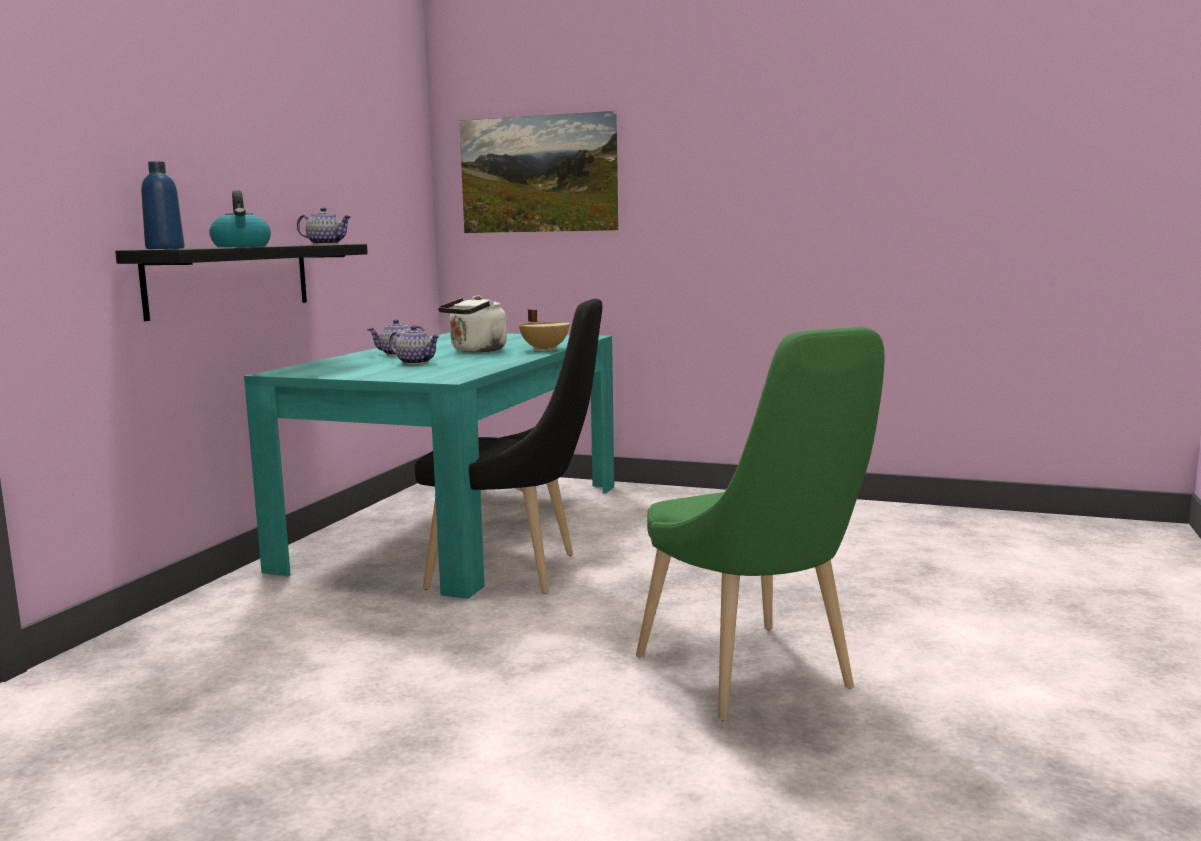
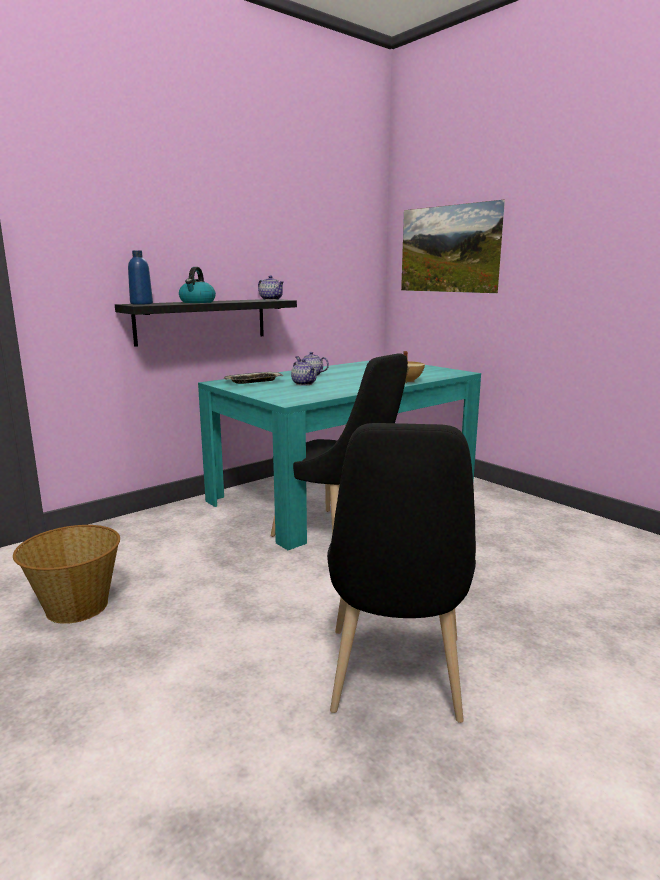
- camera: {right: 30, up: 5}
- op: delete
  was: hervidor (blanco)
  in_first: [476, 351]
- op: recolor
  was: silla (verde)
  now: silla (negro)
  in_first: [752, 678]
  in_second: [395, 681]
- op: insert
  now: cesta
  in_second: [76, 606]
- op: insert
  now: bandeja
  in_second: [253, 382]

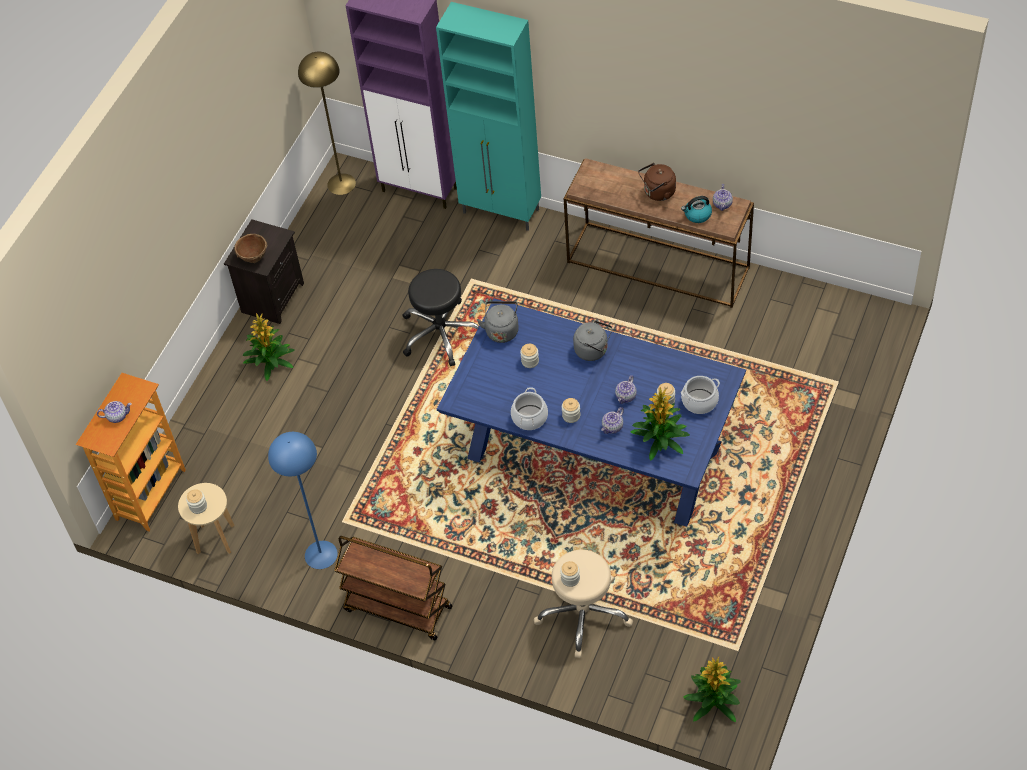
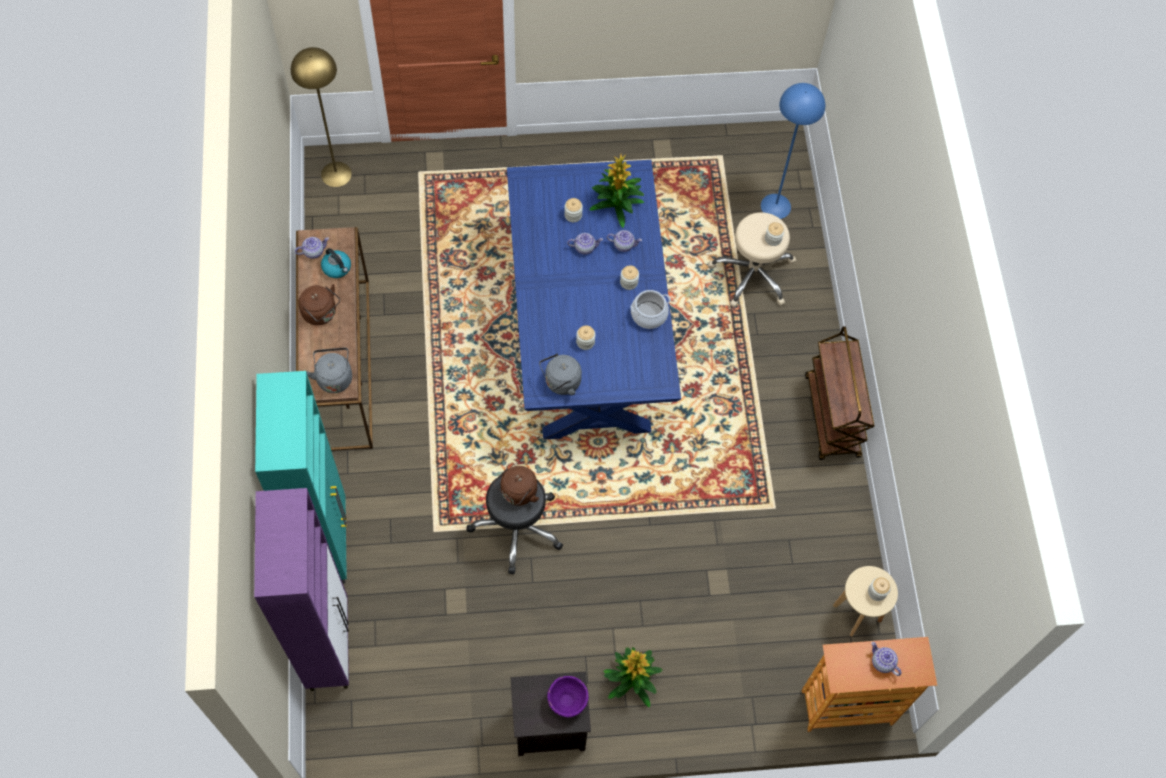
- camera: {right: -125, up: 10}
- op: recolor
  was: cuenco (marrón)
  now: cuenco (morado)
  in_first: [253, 257]
  in_second: [568, 701]
- op: move
  was: lámpara de pie (azul)
  in_first: [321, 554]
  in_second: [775, 206]
- op: move
  was: lámpara de pie (amarillo)
  in_first: [341, 184]
  in_second: [336, 174]
- op: move
  was: hervidor (gris)
  in_first: [593, 350]
  in_second: [334, 377]
- op: delete
  was: olla
  in_first: [699, 401]
- op: delete
  was: planta en maceta
  in_first: [713, 700]
- op: insert
  now: hervidor (marrón)
  in_second: [517, 493]

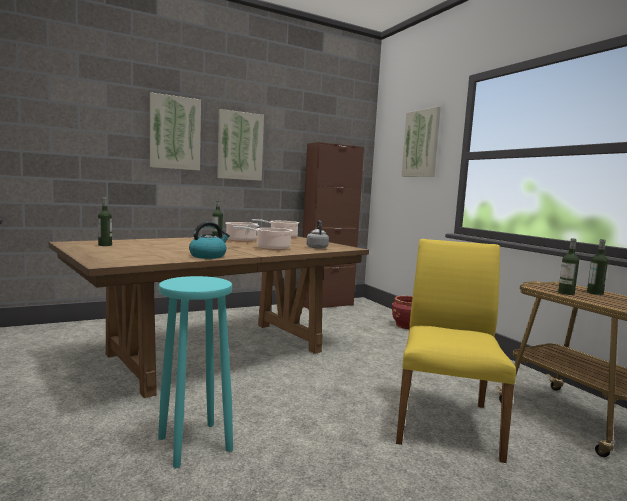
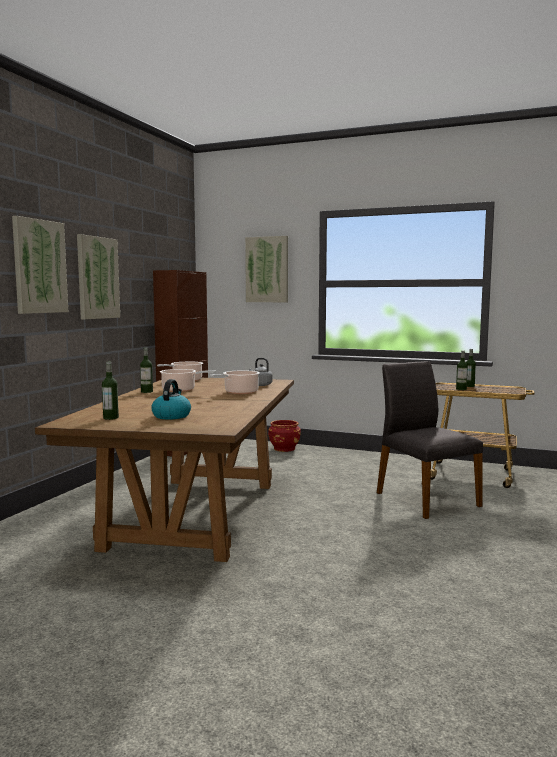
- camera: {right: -40, up: 0}
- op: delete
  was: taburete (turquesa)
  in_first: [193, 444]
- op: move
  was: hervidor
  in_first: [208, 256]
  in_second: [171, 416]
- op: recolor
  was: silla (amarillo)
  now: silla (gris)
  in_first: [445, 422]
  in_second: [425, 499]

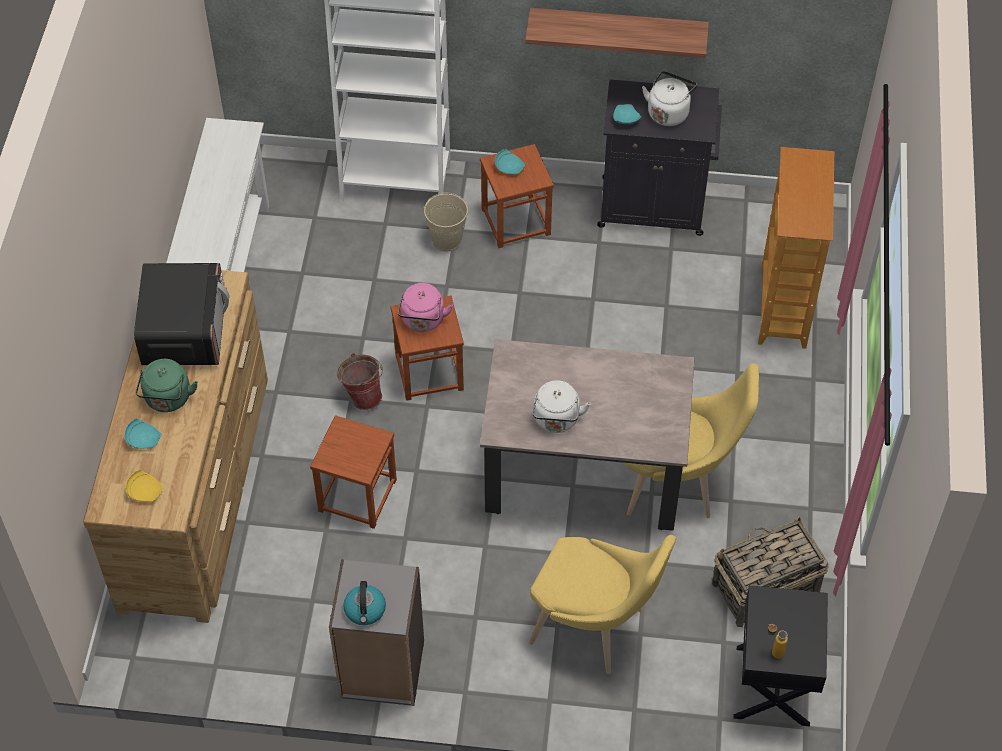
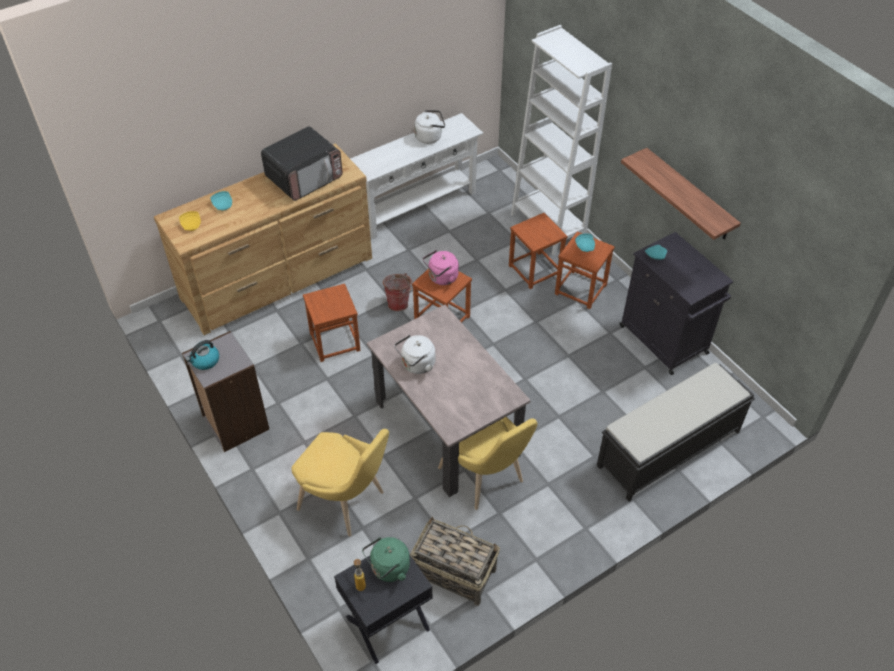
- camera: {right: 50, up: -5}
- op: move
  was: hervidor (verde)
  in_first: [168, 400]
  in_second: [388, 569]
- op: replace
  was: cubo (beis)
  now: taburete (marrón)
  in_first: [447, 240]
  in_second: [535, 270]
- op: rotate
  was: silla (amarillo)
  in_first: [594, 628]
  in_second: [346, 502]
  clockwise: -45
- op: move
  was: hervidor (blanco)
  in_first: [668, 112]
  in_second: [430, 137]
- op: replace
  was: estantería
  now: banco (negro)
  in_first: [784, 308]
  in_second: [667, 449]

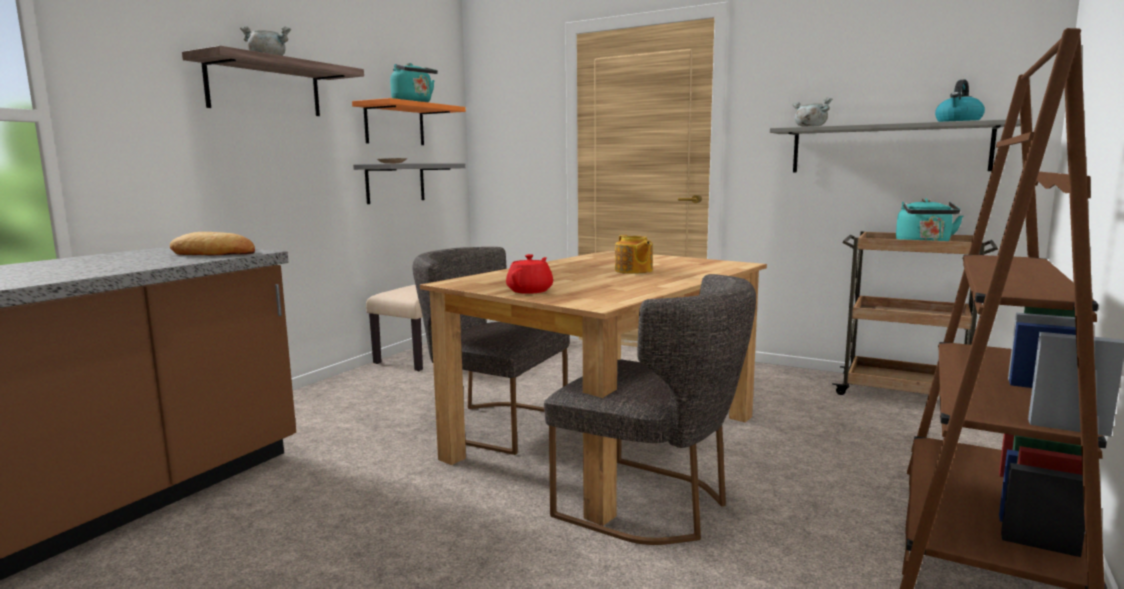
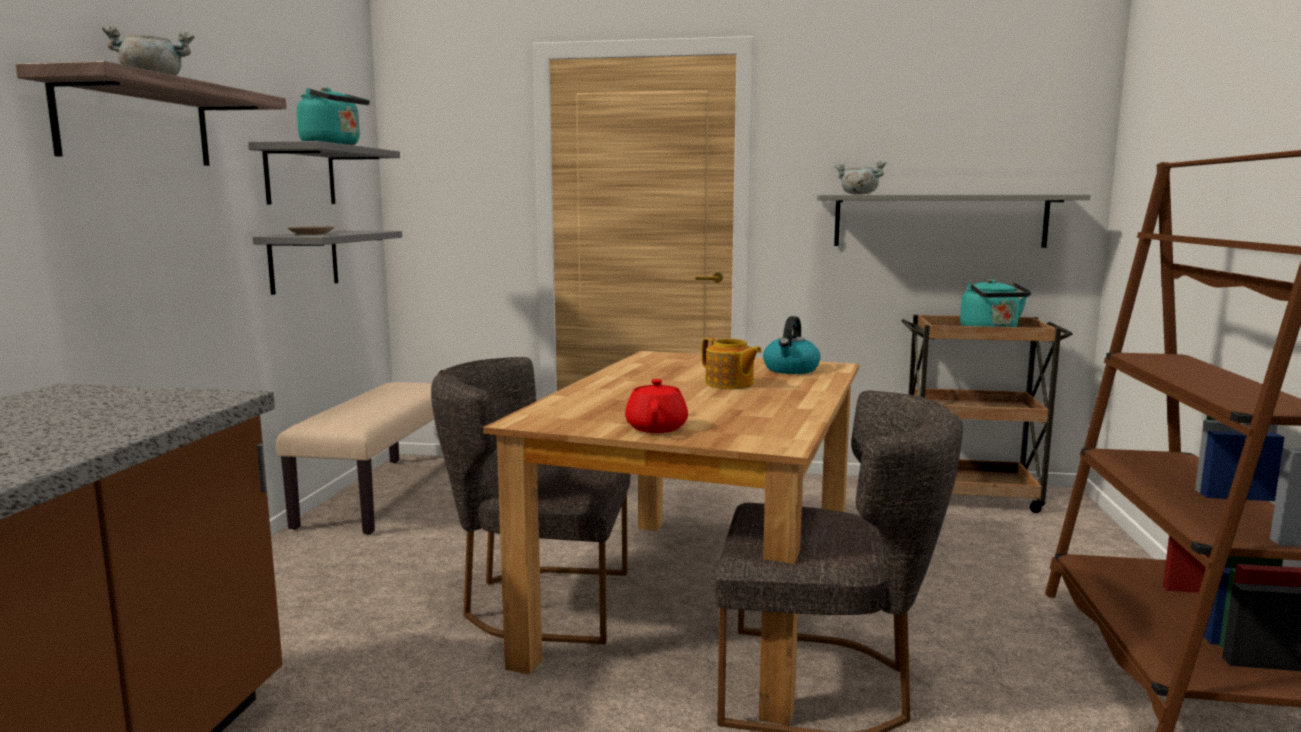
- camera: {right: -20, up: 0}
- op: delete
  was: pan
  in_first: [213, 253]
- op: recolor
  was: estante (naranja)
  now: estante (gris)
  in_first: [394, 124]
  in_second: [300, 175]
- op: move
  was: hervidor
  in_first: [958, 121]
  in_second: [791, 370]

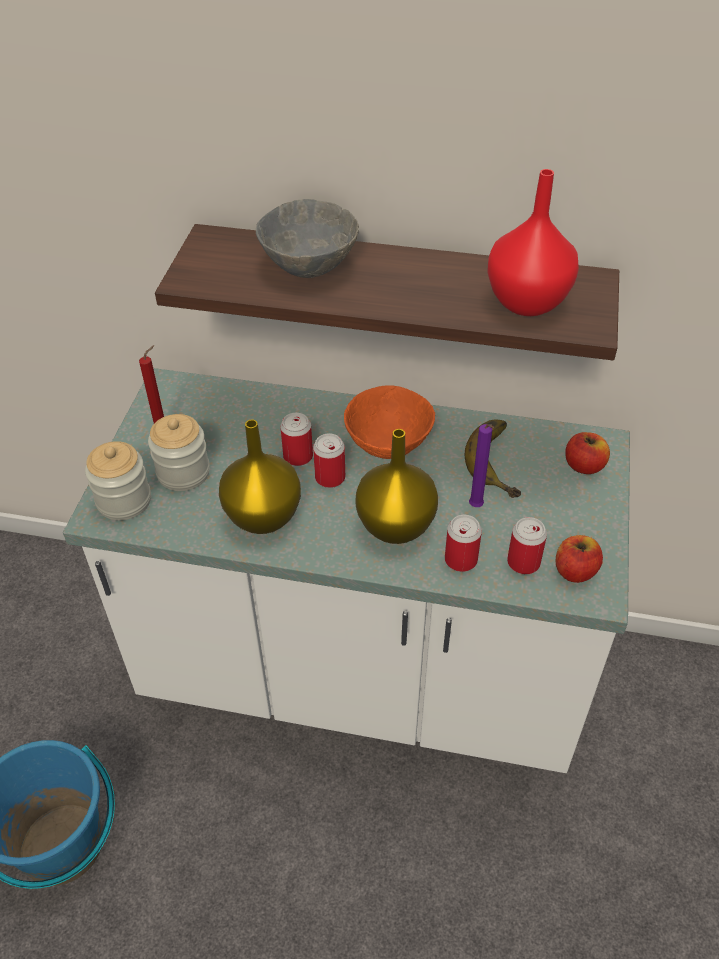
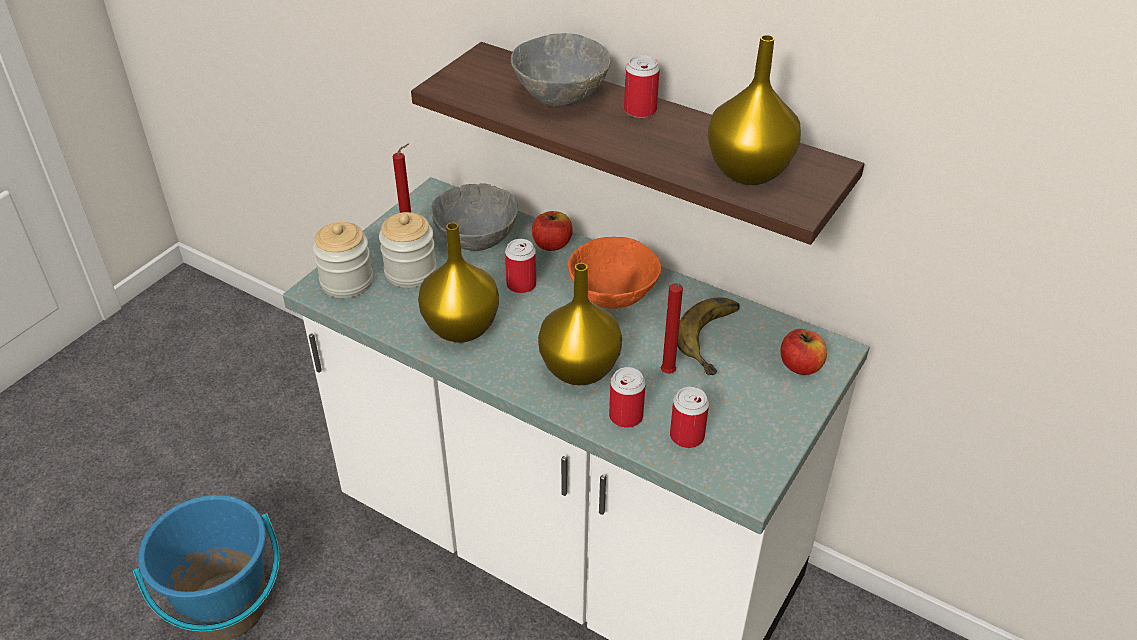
- camera: {right: 20, up: -5}
- op: move
  was: lata
  in_first: [330, 477]
  in_second: [640, 110]
- op: recolor
  was: vela (morado)
  now: vela (rojo)
  in_first: [476, 507]
  in_second: [668, 374]
- op: recolor
  was: florero (rojo)
  now: florero (amarillo)
  in_first: [525, 301]
  in_second: [747, 170]
- op: move
  was: manzana
  in_first: [575, 571]
  in_second: [552, 244]
- op: insert
  now: cuenco (gris)
  in_second: [476, 239]

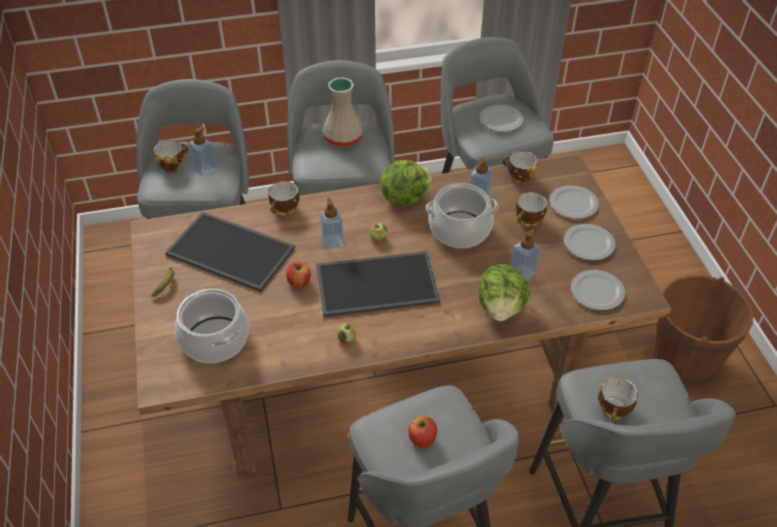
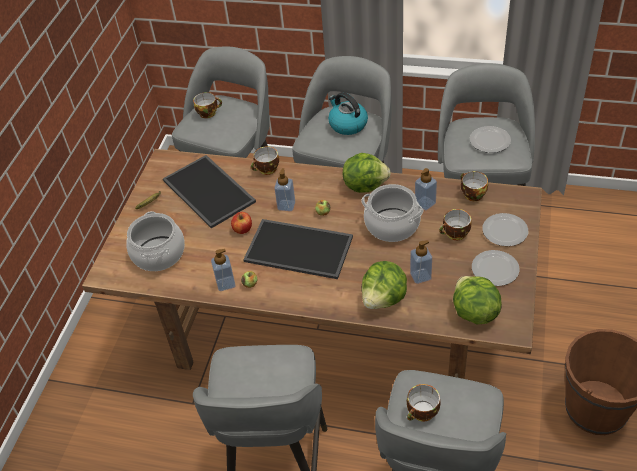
- camera: {right: 30, up: 0}
- op: move
  was: dispensador de jabón
  in_first: [205, 169]
  in_second: [225, 284]
- op: replace
  was: florero (beis)
  now: hervidor
  in_first: [344, 139]
  in_second: [347, 124]
- op: delete
  was: manzana
  in_first: [422, 438]
- op: replace
  was: plato
  now: lechuga
  in_first: [597, 292]
  in_second: [474, 312]

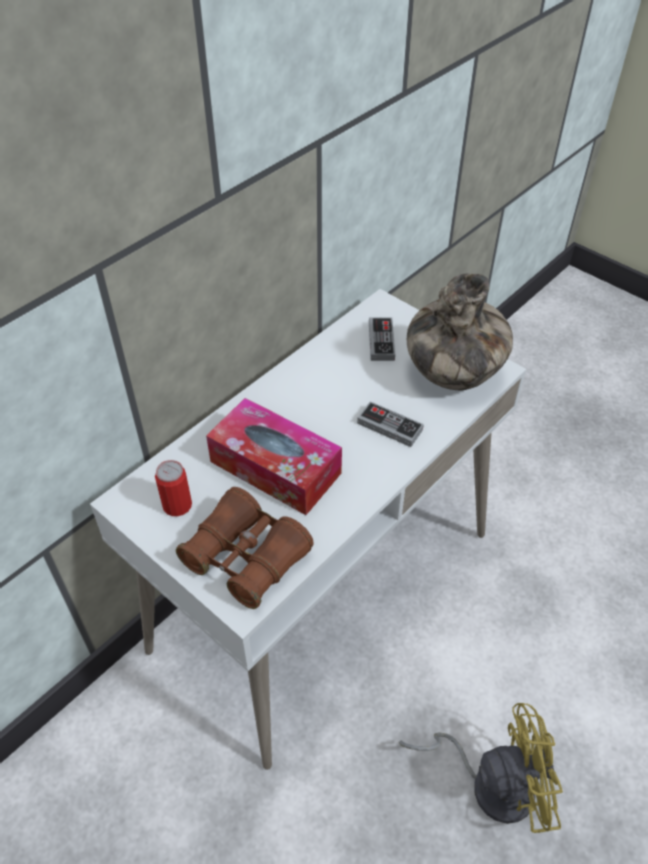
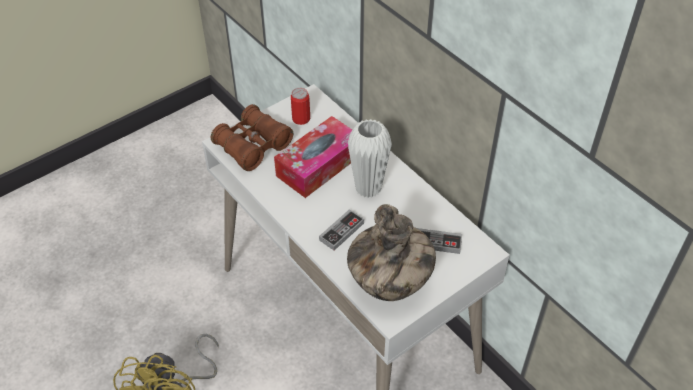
- camera: {right: 100, up: 0}
- op: insert
  now: florero (blanco)
  in_second: [368, 188]

